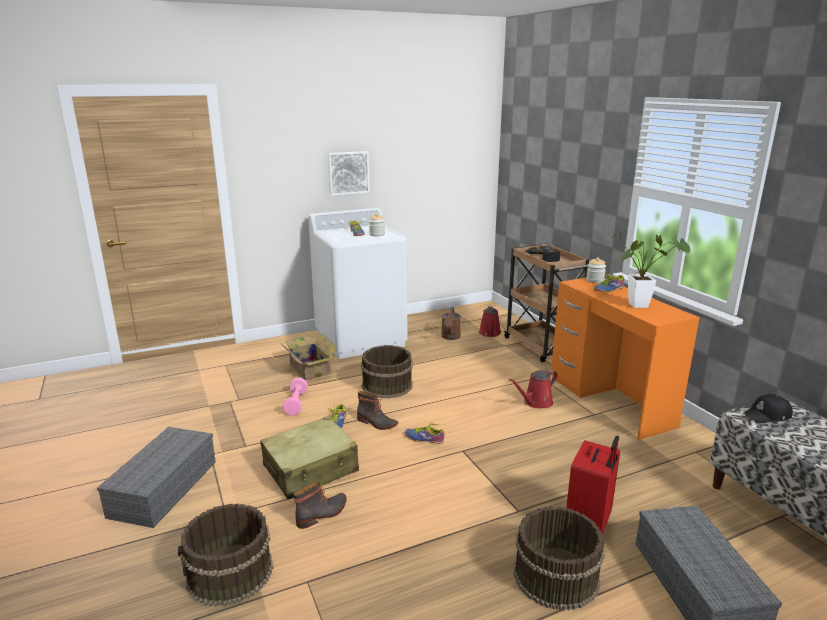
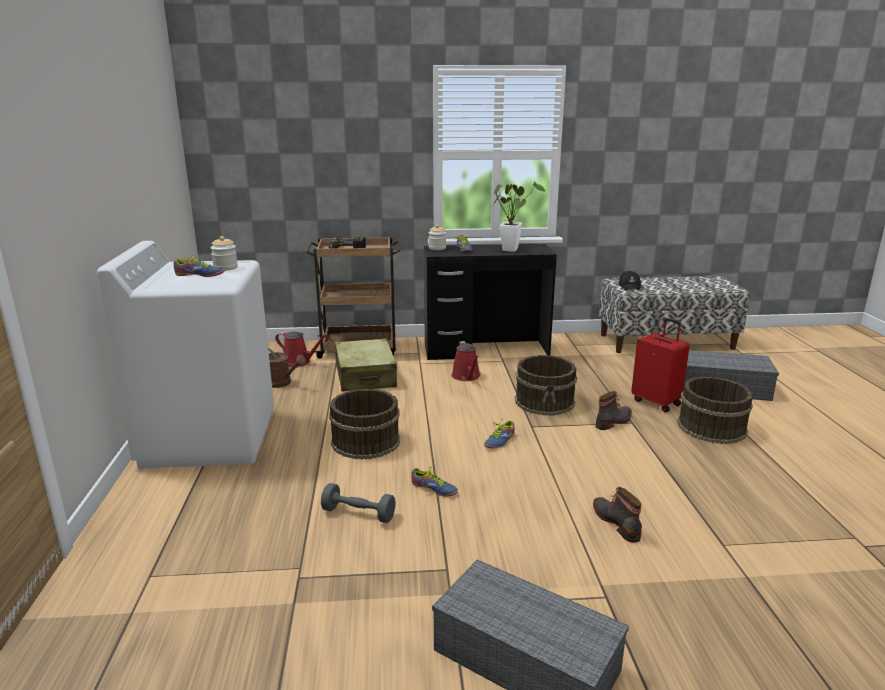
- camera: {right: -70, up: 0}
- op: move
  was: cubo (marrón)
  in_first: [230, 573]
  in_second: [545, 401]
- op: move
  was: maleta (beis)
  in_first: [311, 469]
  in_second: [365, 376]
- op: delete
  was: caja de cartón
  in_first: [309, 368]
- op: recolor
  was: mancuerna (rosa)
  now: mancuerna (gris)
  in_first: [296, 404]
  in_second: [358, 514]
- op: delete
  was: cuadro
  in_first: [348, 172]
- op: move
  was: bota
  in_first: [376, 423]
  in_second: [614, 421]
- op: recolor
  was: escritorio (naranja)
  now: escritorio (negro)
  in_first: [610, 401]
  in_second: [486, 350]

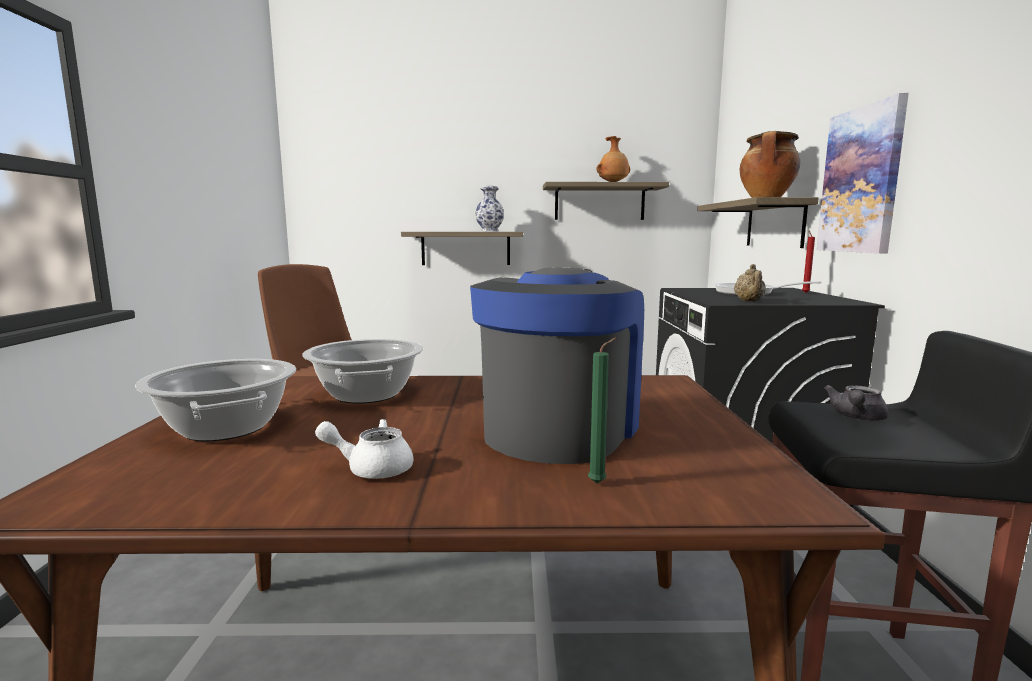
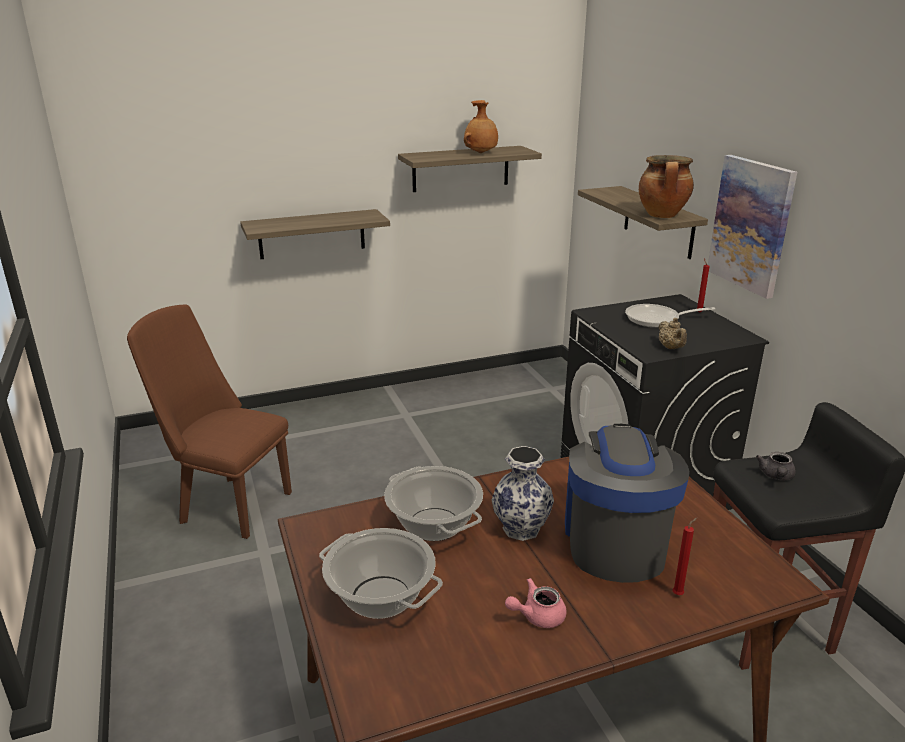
- camera: {right: -20, up: 15}
- op: recolor
  was: tetera (blanco)
  now: tetera (rosa)
  in_first: [371, 468]
  in_second: [537, 616]
- op: move
  was: florero
  in_first: [490, 231]
  in_second: [522, 528]
- op: recolor
  was: vela (verde)
  now: vela (rojo)
  in_first: [600, 483]
  in_second: [679, 594]

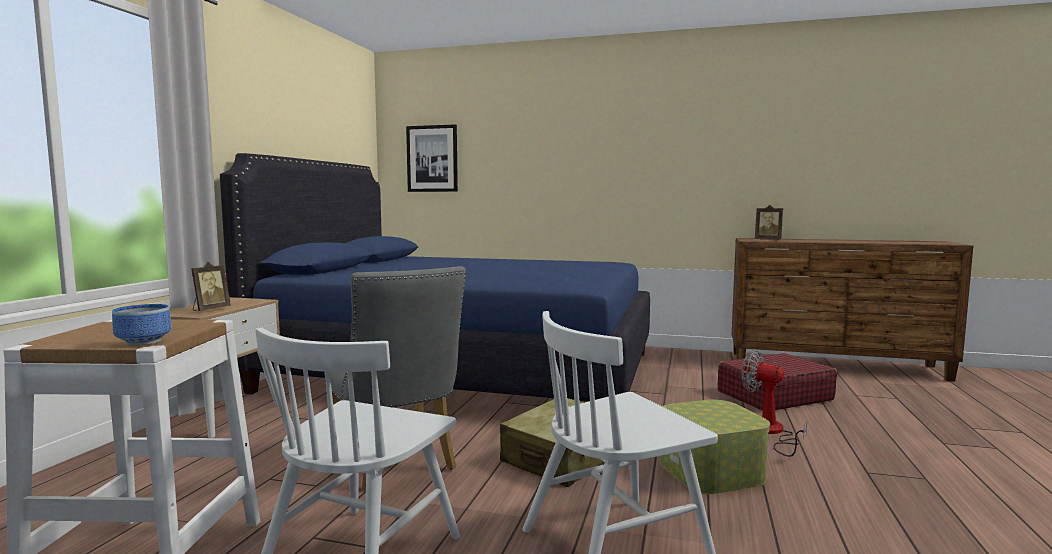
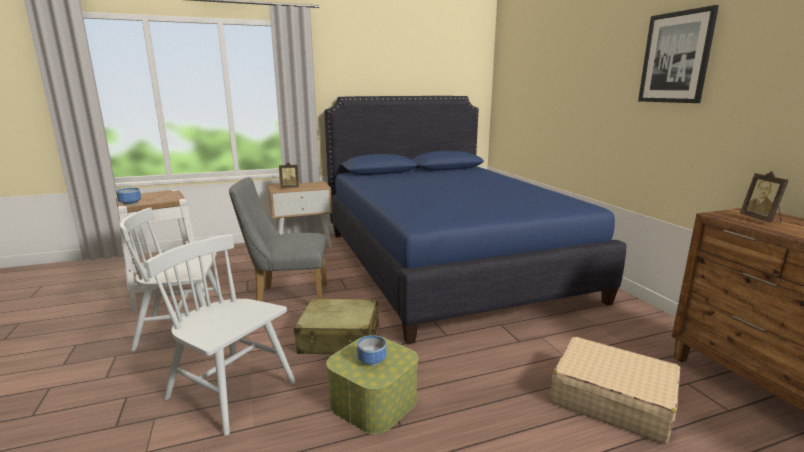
- camera: {right: 55, up: 10}
- op: rotate
  was: silla (gris)
  in_first: [396, 463]
  in_second: [286, 298]
  clockwise: 60
- op: move
  was: cuadro
  in_first: [432, 158]
  in_second: [676, 58]
- op: recolor
  was: maleta (rojo)
  now: maleta (beis)
  in_first: [774, 396]
  in_second: [611, 399]
- op: delete
  was: ventilador
  in_first: [770, 432]
- op: insert
  now: cuenco
  in_second: [373, 360]

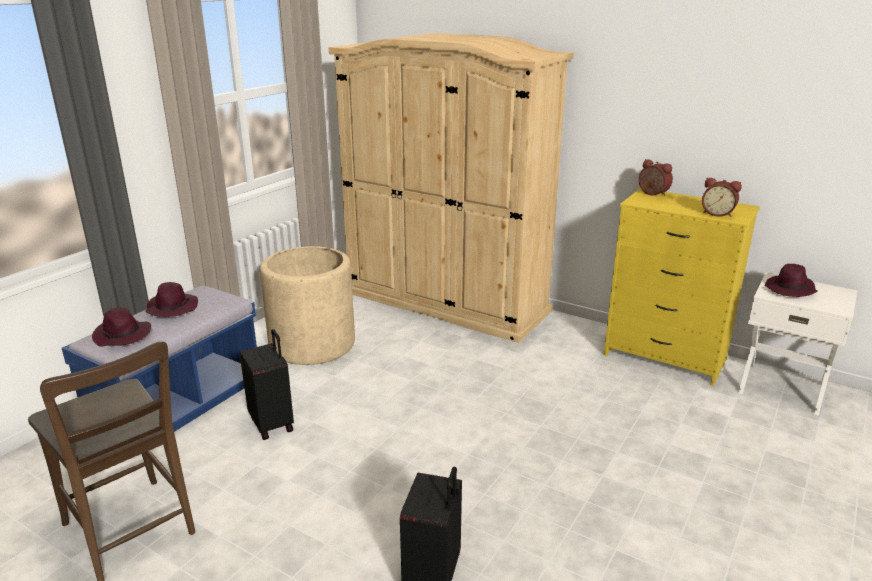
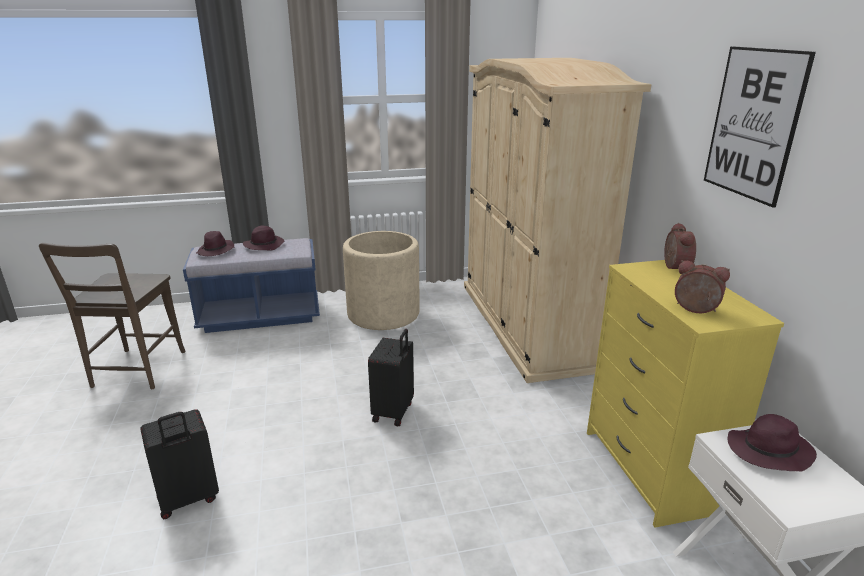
- camera: {right: 45, up: 0}
- op: move
  was: maleta (negro)
  in_first: [273, 423]
  in_second: [394, 412]
- op: rotate
  was: despertador
  in_first: [717, 213]
  in_second: [695, 310]
  clockwise: 135
- op: insert
  now: cuadro
  in_second: [753, 124]

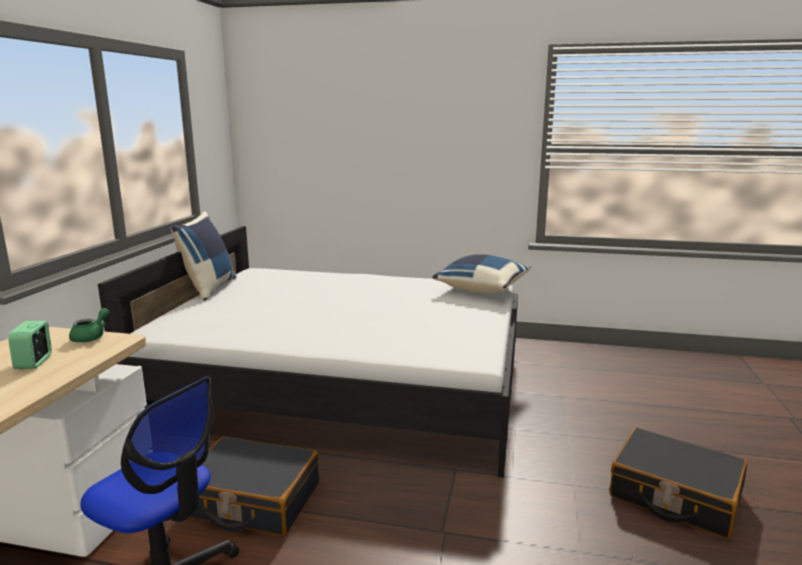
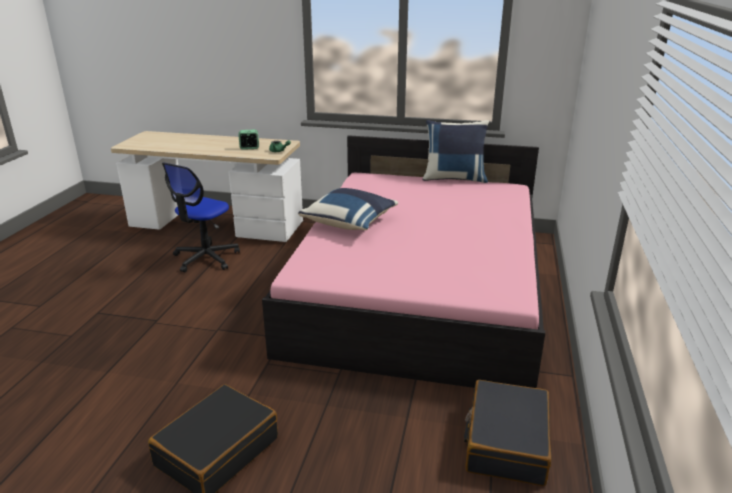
- camera: {right: 90, up: 10}
- op: recolor
  was: cama (blanco)
  now: cama (rosa)
  in_first: [344, 383]
  in_second: [419, 288]
- op: move
  was: maleta (negro)
  in_first: [252, 500]
  in_second: [506, 442]
- op: move
  was: cojín (azul)
  in_first: [481, 289]
  in_second: [350, 223]

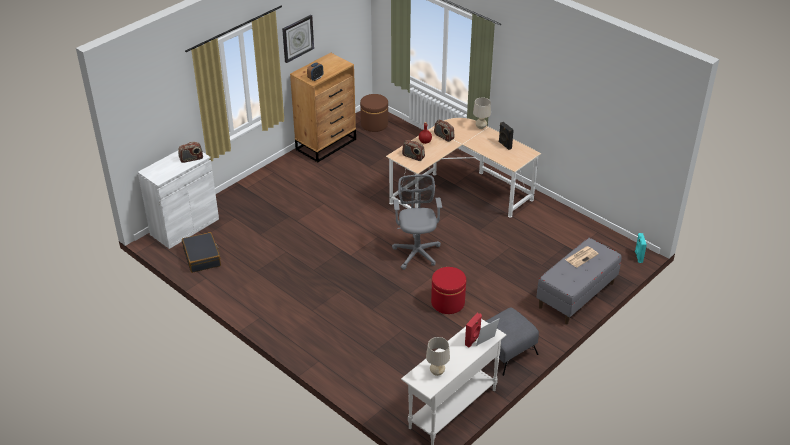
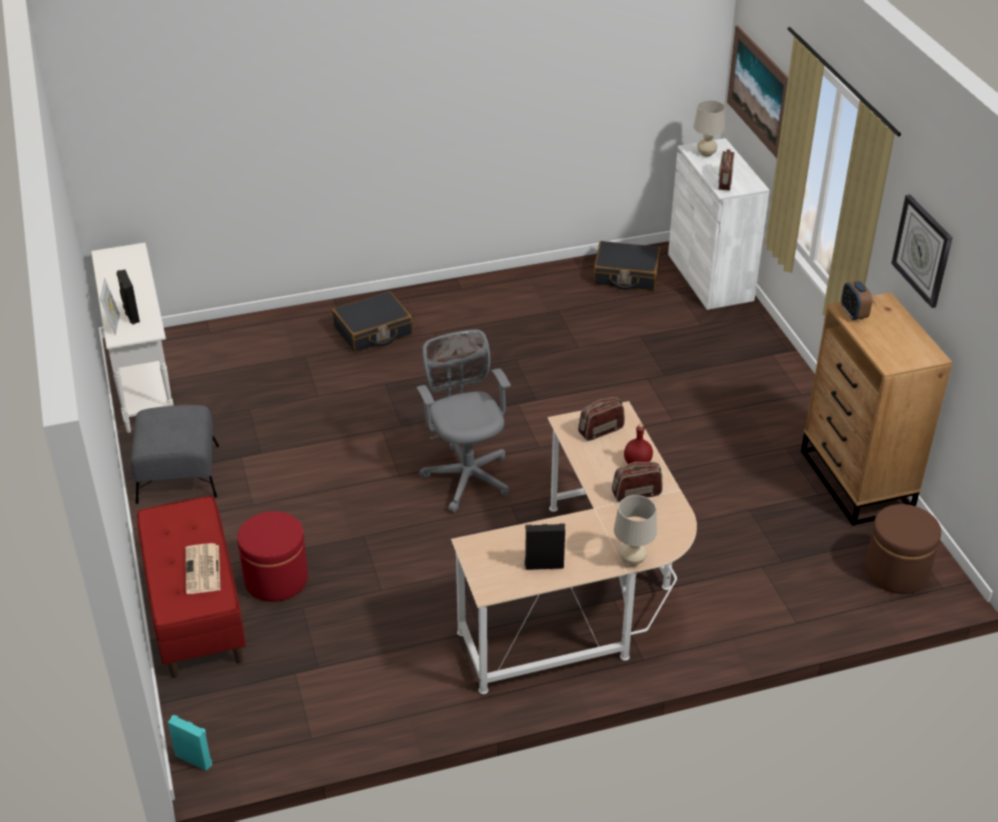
- camera: {right: 120, up: 0}
- op: rotate
  was: silla de oficina (gris)
  in_first: [417, 251]
  in_second: [466, 474]
  clockwise: -135
- op: move
  was: lámpara de mesa (beis)
  in_first: [437, 372]
  in_second: [706, 154]
- op: move
  was: puf (rojo)
  in_first: [448, 302]
  in_second: [276, 579]
- op: recolor
  was: altavoz (rojo)
  now: altavoz (negro)
  in_first: [473, 340]
  in_second: [131, 315]
- op: recolor
  was: banco (gris)
  now: banco (rojo)
  in_first: [576, 295]
  in_second: [195, 612]
- op: insert
  now: maleta (negro)
  in_second: [373, 331]
- op: insert
  now: cuadro
  in_second: [759, 91]

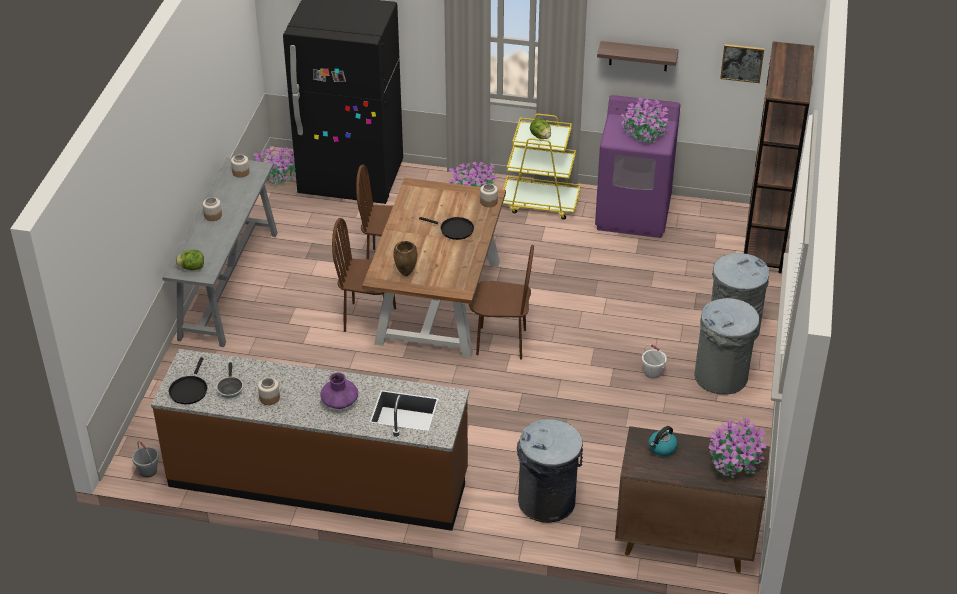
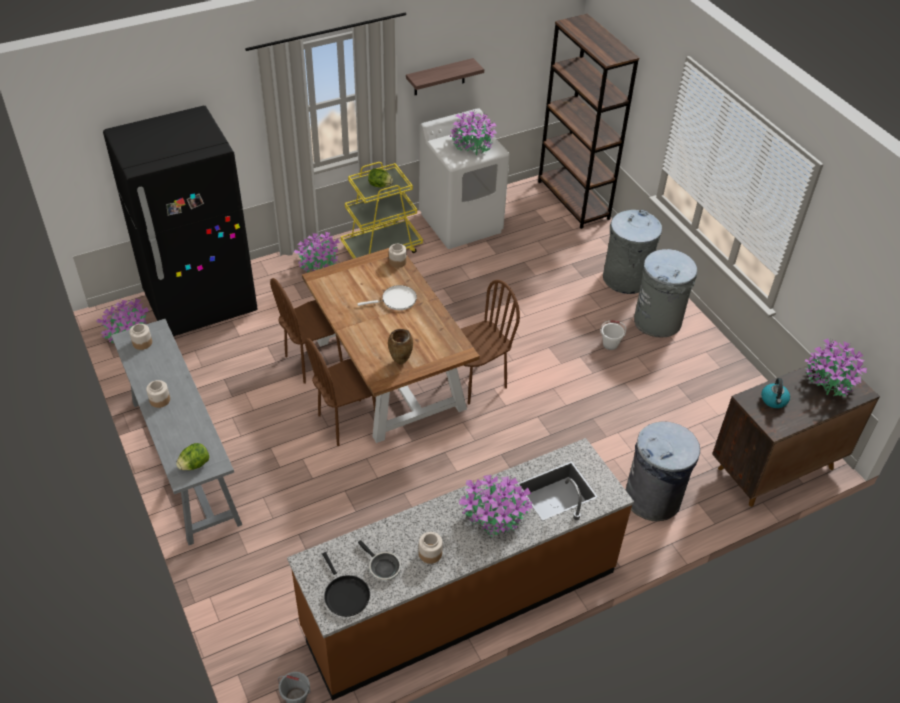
- camera: {right: -40, up: 5}
- op: replace
  was: florero (morado)
  now: planta en maceta
  in_first: [340, 401]
  in_second: [495, 516]
- op: recolor
  was: sartén (negro)
  now: sartén (blanco)
  in_first: [454, 230]
  in_second: [396, 300]
- op: recolor
  was: lavadora (morado)
  now: lavadora (blanco)
  in_first: [633, 213]
  in_second: [461, 222]
- op: delete
  was: cuadro
  in_first: [742, 63]

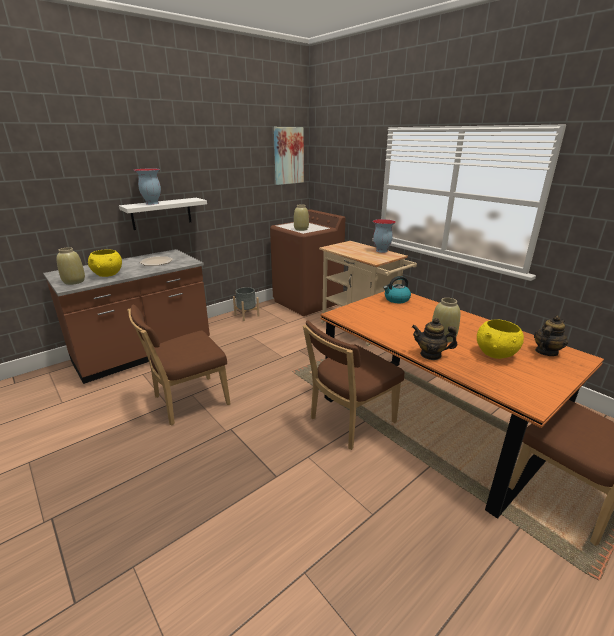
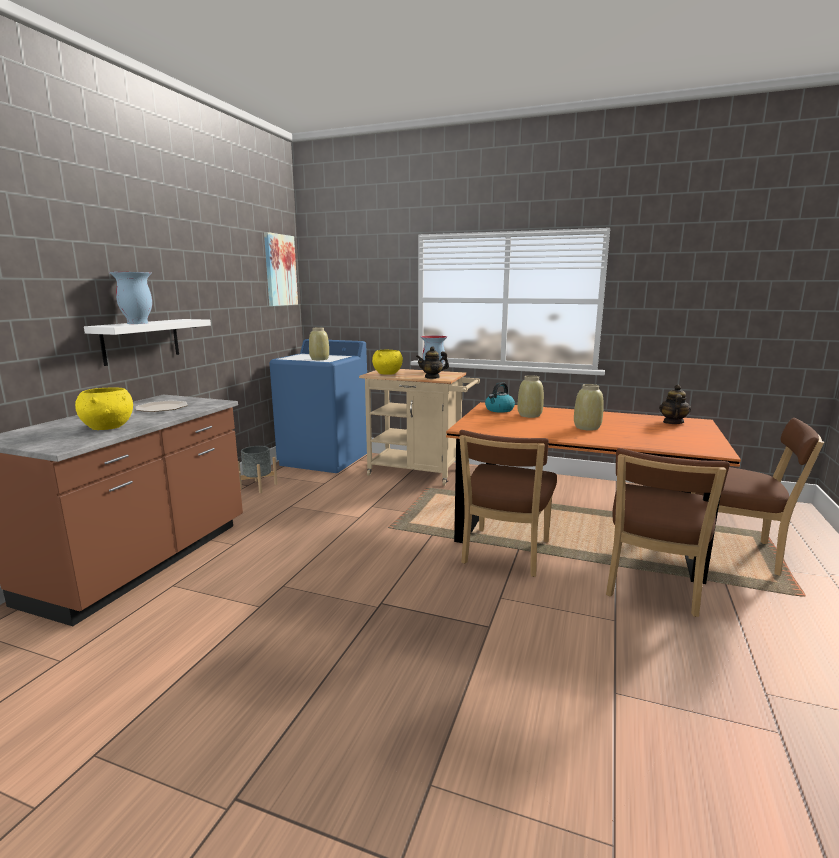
- camera: {right: -30, up: -10}
- op: move
  was: florero (beis)
  in_first: [74, 282]
  in_second: [529, 415]
- op: move
  was: silla (marrón)
  in_first: [187, 401]
  in_second: [652, 587]
- op: recolor
  was: lavadora (marrón)
  now: lavadora (azul)
  in_first: [307, 302]
  in_second: [325, 459]
- op: move
  was: tetera
  in_first: [431, 355]
  in_second: [432, 377]
- op: move
  was: cuenco (amarillo)
  in_first: [496, 354]
  in_second: [388, 374]

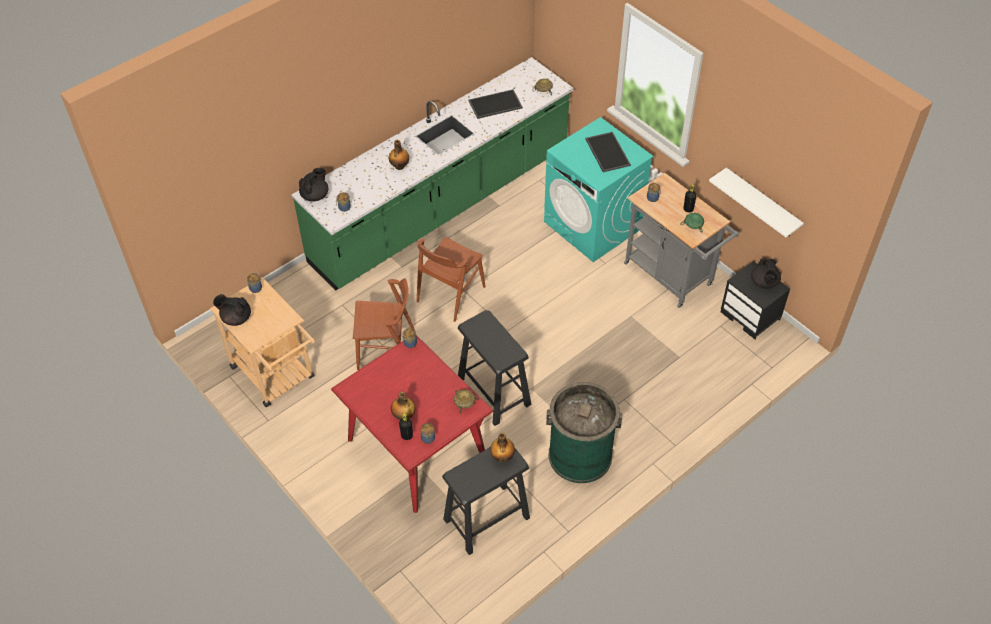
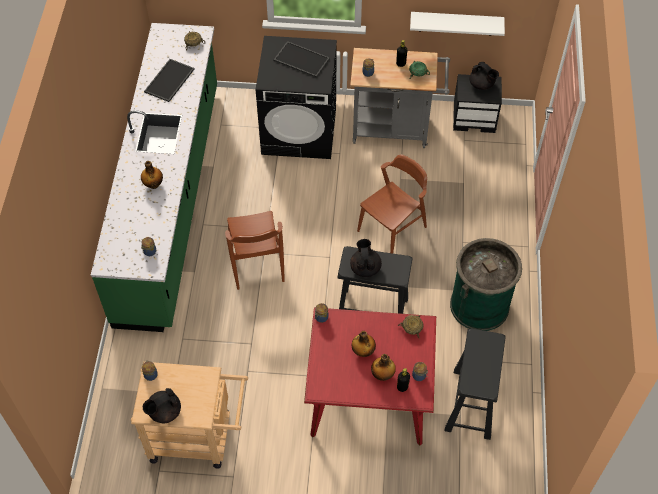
- camera: {right: -45, up: 5}
- op: move
  was: tetera (negro)
  in_first: [315, 195]
  in_second: [365, 267]
- op: move
  was: silla (marrón)
  in_first: [386, 349]
  in_second: [392, 229]
- op: move
  was: botella
  in_first: [502, 457]
  in_second: [363, 351]
- op: recolor
  was: lavadora (turquesa)
  now: lavadora (negro)
  in_first: [593, 225]
  in_second: [299, 131]

